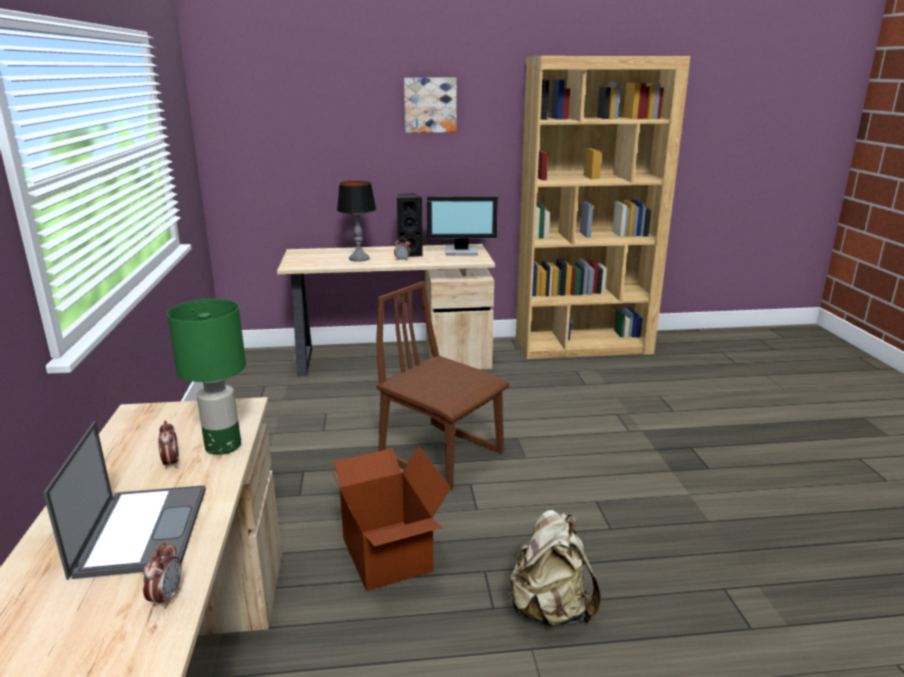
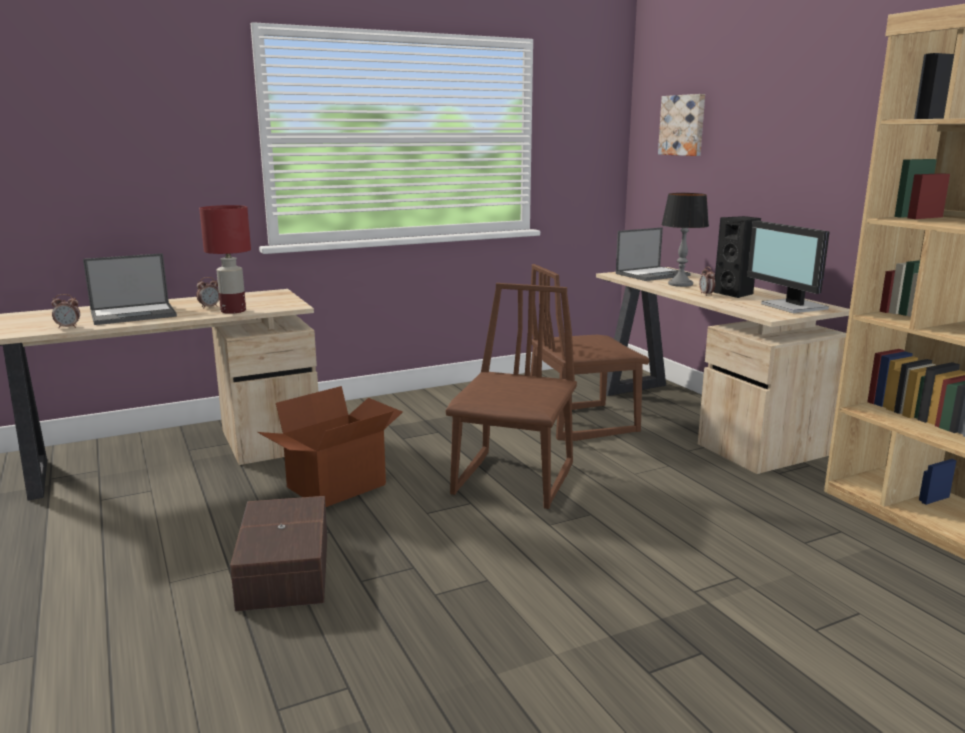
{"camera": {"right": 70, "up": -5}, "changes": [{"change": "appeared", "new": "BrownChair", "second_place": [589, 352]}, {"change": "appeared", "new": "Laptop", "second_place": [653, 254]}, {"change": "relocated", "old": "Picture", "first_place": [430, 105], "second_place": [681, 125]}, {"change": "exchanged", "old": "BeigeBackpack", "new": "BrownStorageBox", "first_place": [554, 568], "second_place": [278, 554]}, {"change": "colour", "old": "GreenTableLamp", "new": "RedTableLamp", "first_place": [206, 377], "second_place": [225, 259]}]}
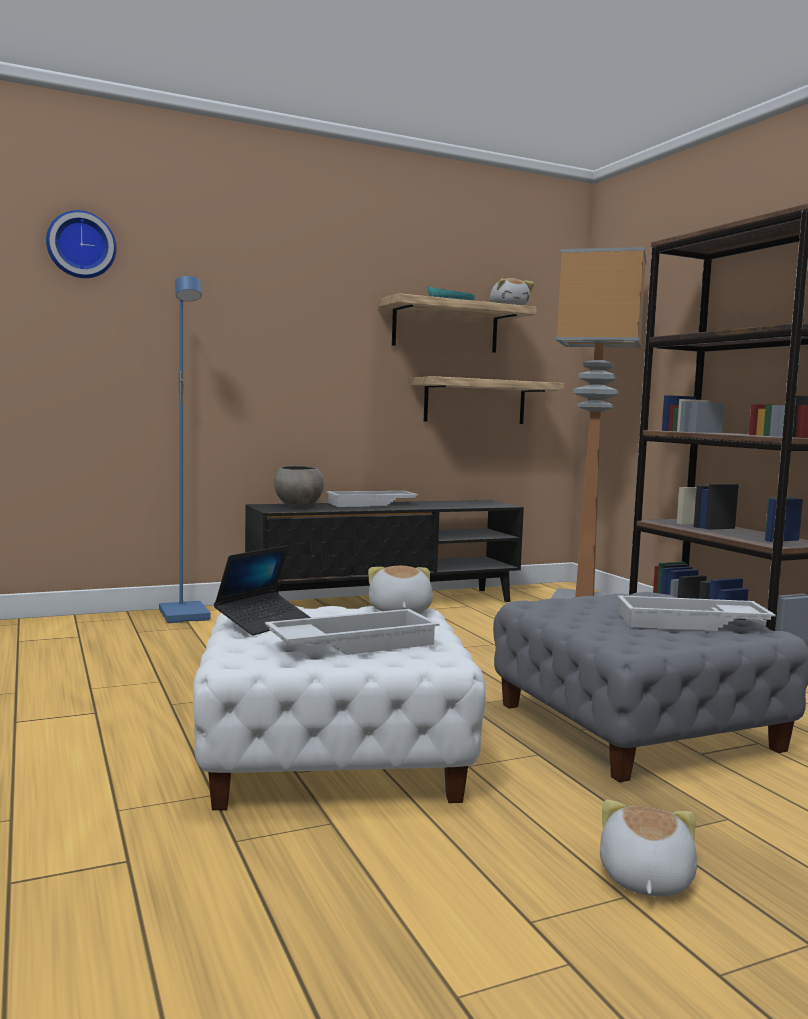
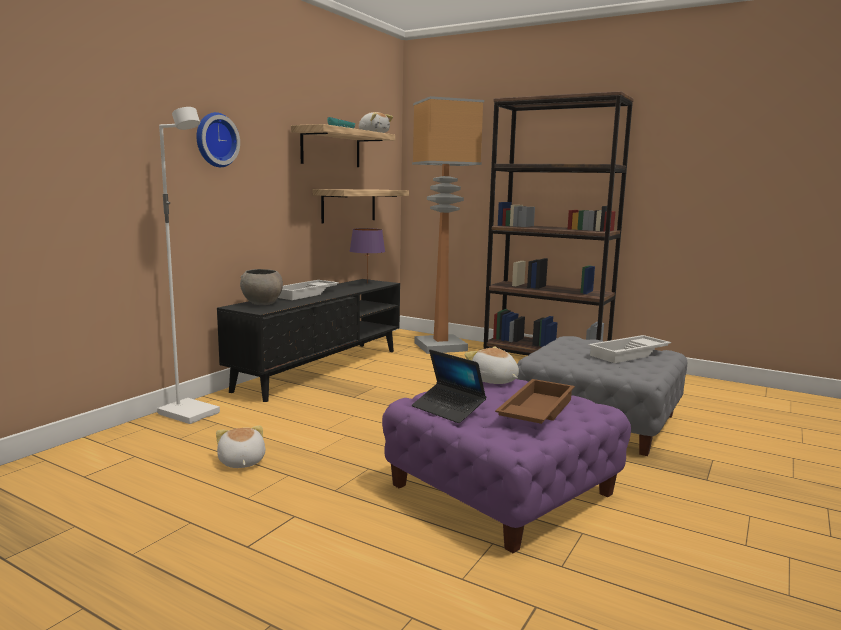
{"camera": {"right": -35, "up": 5}, "changes": [{"change": "appeared", "new": "PurpleTableLamp", "second_place": [367, 256]}, {"change": "relocated", "old": "WallClock", "first_place": [81, 244], "second_place": [218, 139]}, {"change": "relocated", "old": "PlushToy", "first_place": [648, 848], "second_place": [241, 446]}, {"change": "colour", "old": "BlueFloorLamp", "new": "WhiteFloorLamp", "first_place": [184, 449], "second_place": [188, 265]}, {"change": "colour", "old": "WhiteOttoman", "new": "PurpleOttoman", "first_place": [339, 708], "second_place": [506, 466]}, {"change": "colour", "old": "WhiteTray", "new": "BrownTray", "first_place": [352, 632], "second_place": [535, 401]}, {"change": "spun", "old": "Laptop", "first_place": [262, 590], "second_place": [449, 386], "degrees": 135}]}
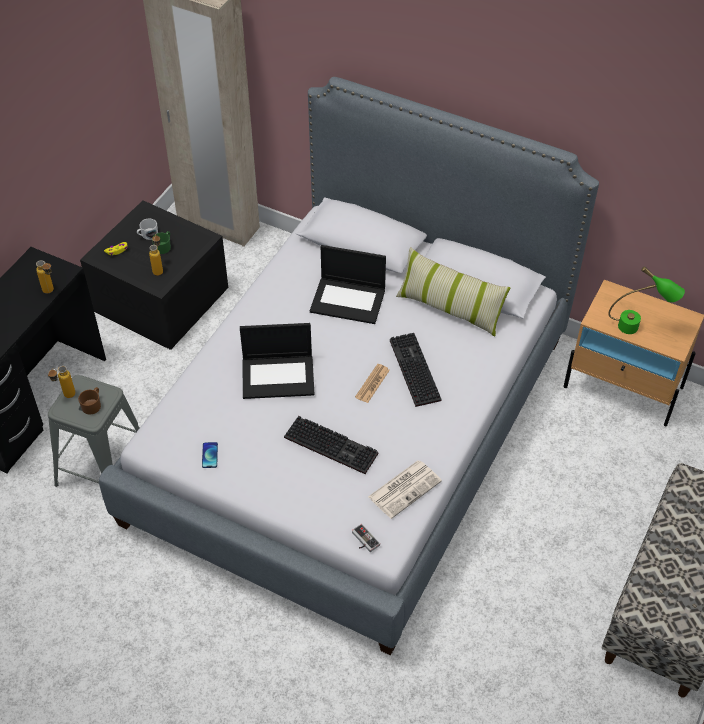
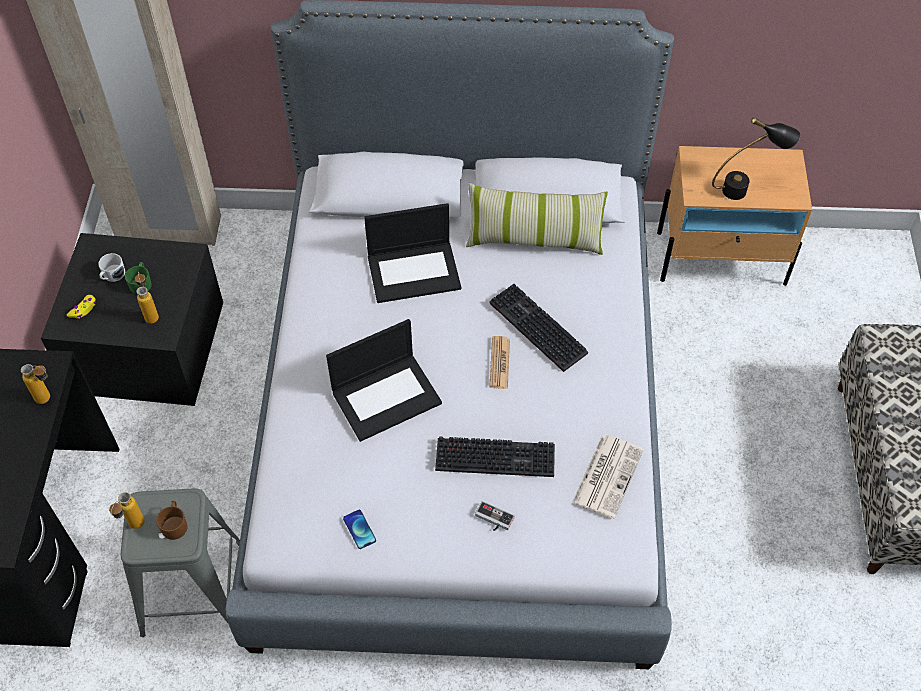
{"camera": {"right": -25, "up": 5}, "changes": [{"change": "relocated", "old": "GameController", "first_place": [366, 538], "second_place": [495, 516]}, {"change": "colour", "old": "GreenTableLamp", "new": "BlackTableLamp", "first_place": [646, 300], "second_place": [756, 158]}]}
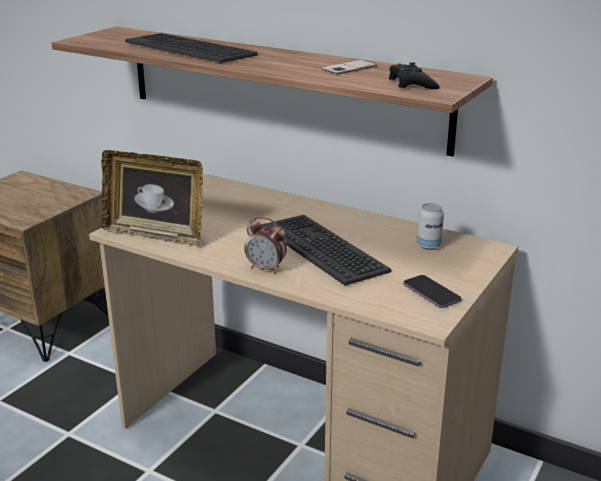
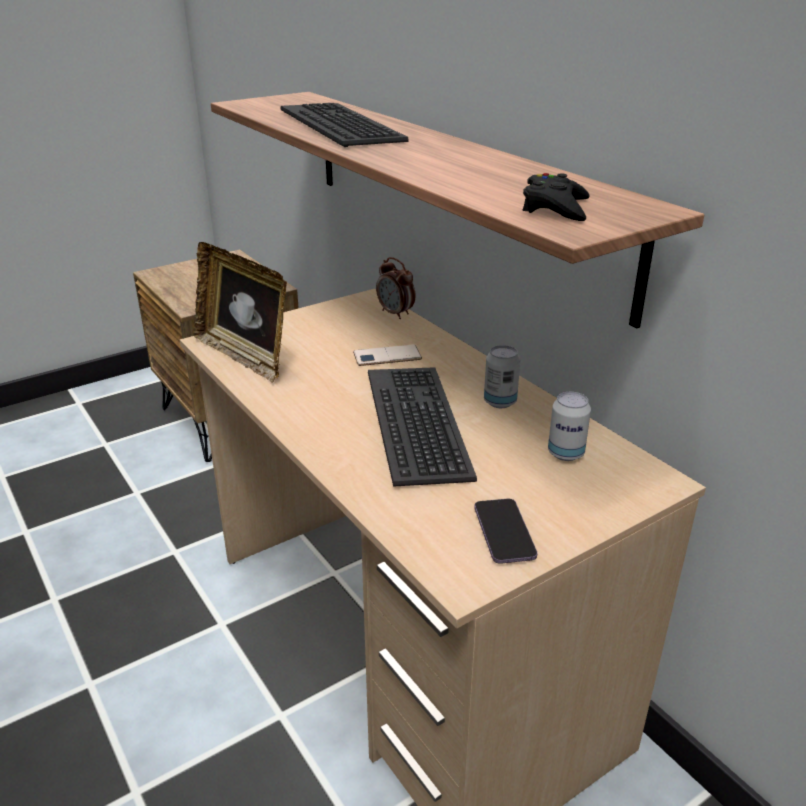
{"camera": {"right": 25, "up": 5}, "changes": [{"change": "appeared", "new": "Can", "second_place": [502, 376]}, {"change": "relocated", "old": "AlarmClock", "first_place": [265, 245], "second_place": [395, 288]}, {"change": "relocated", "old": "Phone", "first_place": [349, 67], "second_place": [387, 355]}]}
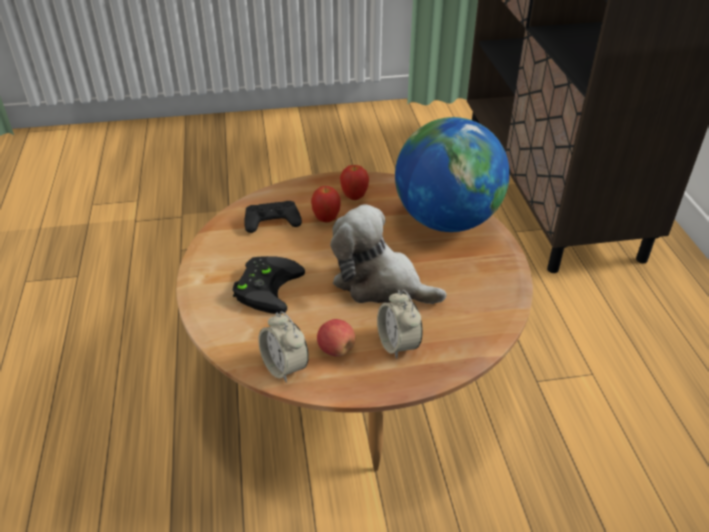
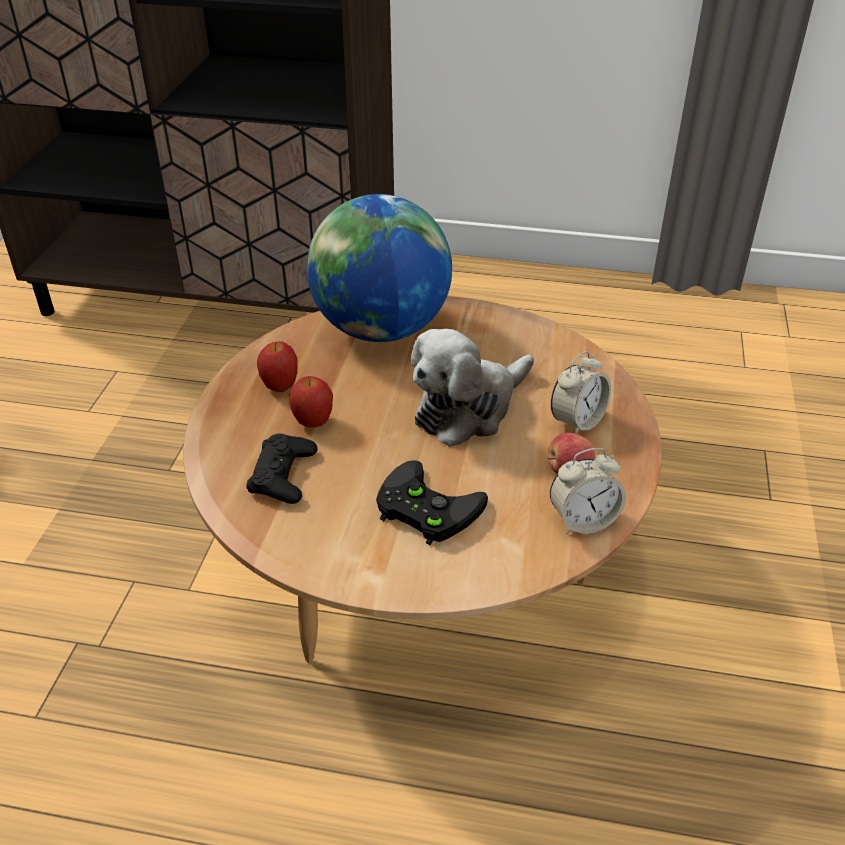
{"camera": {"right": -70, "up": 0}, "changes": [{"change": "spun", "old": "AlarmClock", "first_place": [400, 324], "second_place": [581, 392], "degrees": -45}]}
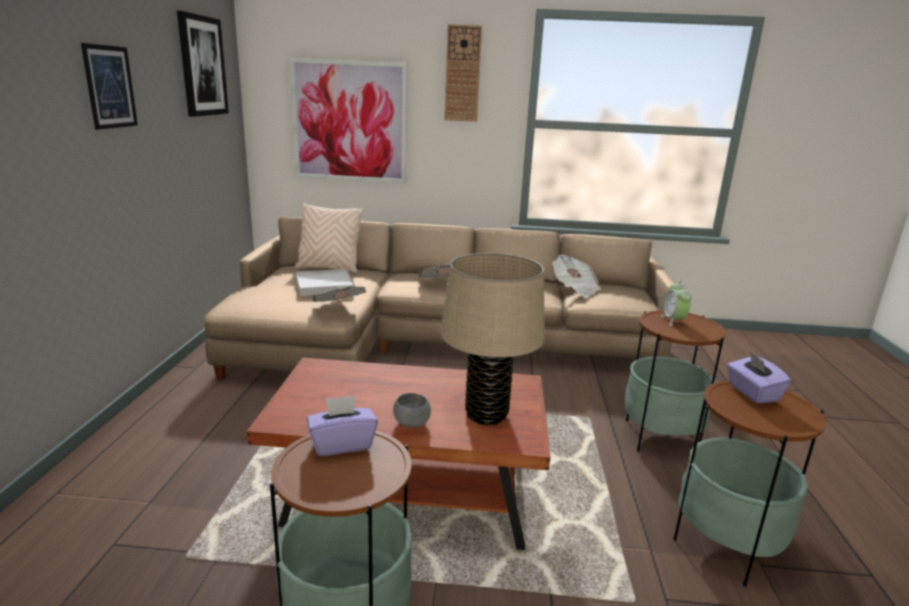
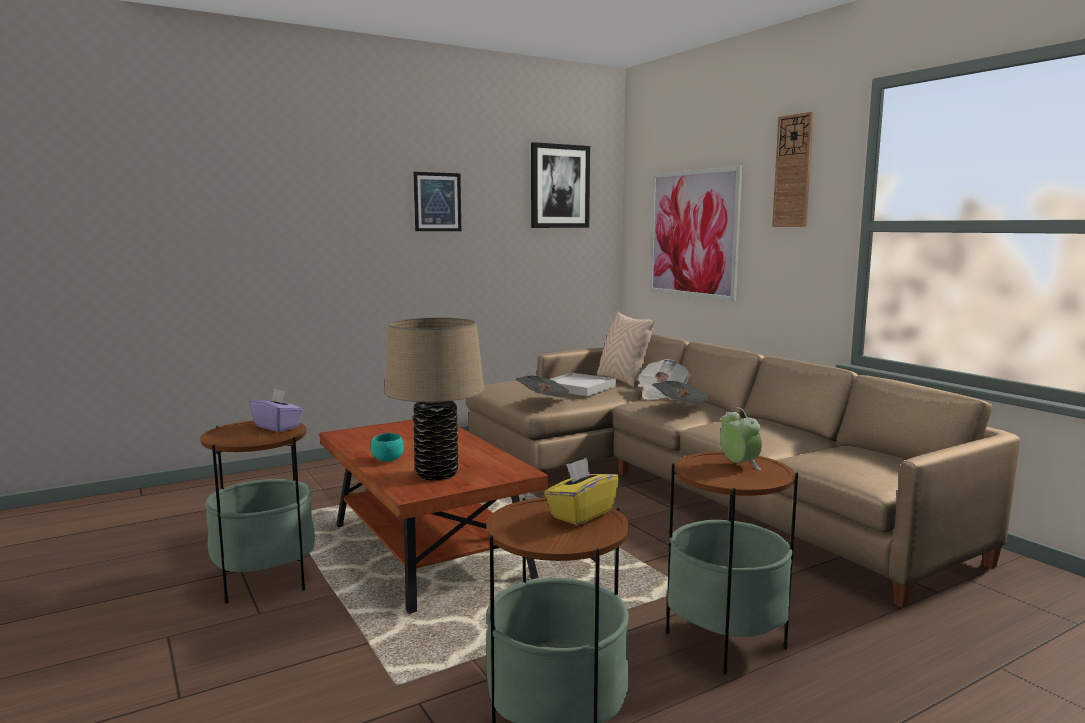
{"camera": {"right": 55, "up": -10}, "changes": [{"change": "relocated", "old": "Newspaper", "first_place": [576, 276], "second_place": [664, 379]}, {"change": "colour", "old": "GreyBowl", "new": "TurquoiseBowl", "first_place": [412, 410], "second_place": [387, 447]}, {"change": "colour", "old": "PurpleTissueBox", "new": "YellowTissueBox", "first_place": [759, 377], "second_place": [581, 491]}, {"change": "spun", "old": "AlarmClock", "first_place": [676, 303], "second_place": [741, 438], "degrees": 105}]}
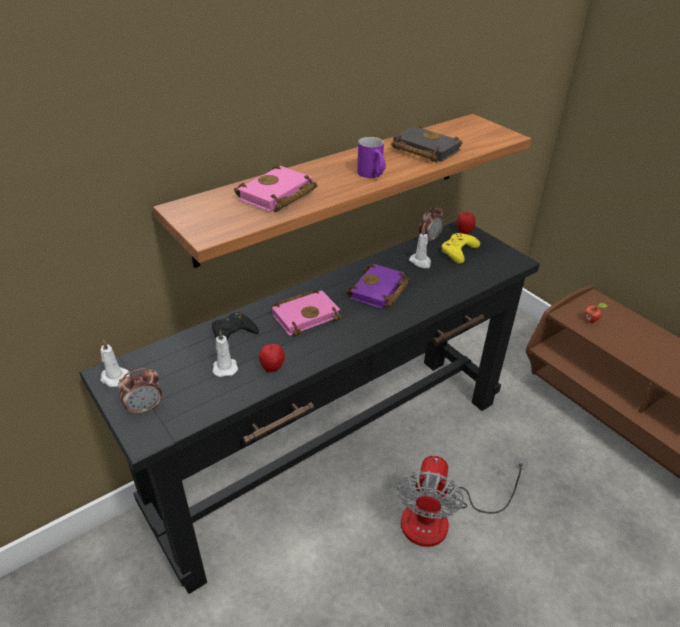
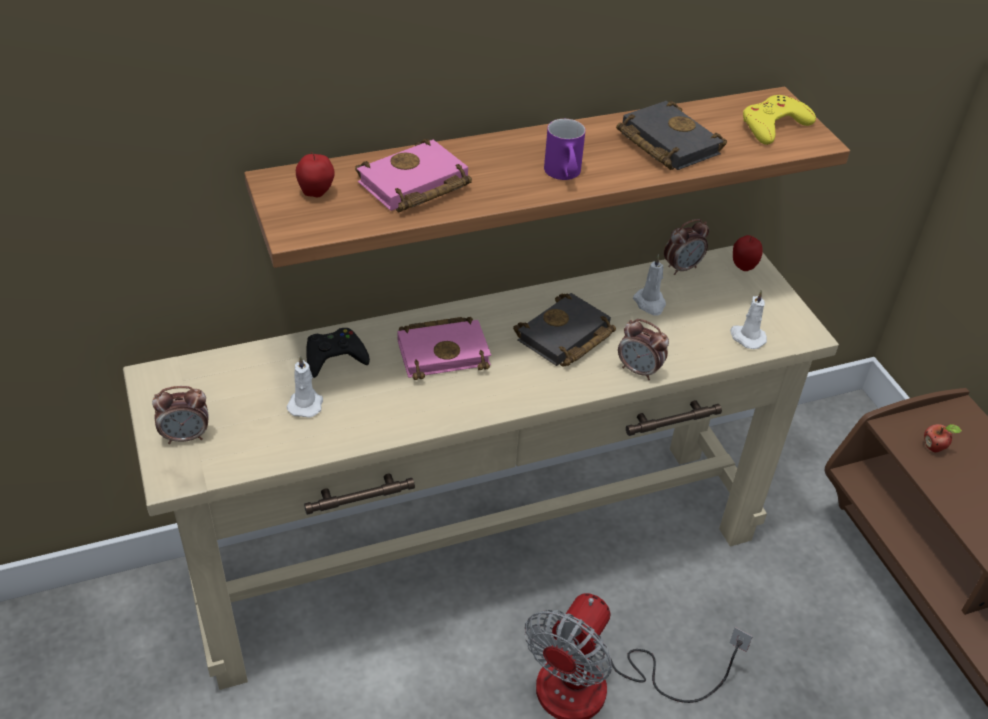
{"camera": {"right": 15, "up": 5}, "changes": [{"change": "appeared", "new": "AlarmClock", "second_place": [643, 349]}, {"change": "relocated", "old": "WhiteCandle", "first_place": [115, 363], "second_place": [748, 319]}, {"change": "relocated", "old": "Apple", "first_place": [272, 358], "second_place": [315, 174]}, {"change": "relocated", "old": "YellowGameController", "first_place": [461, 248], "second_place": [779, 120]}, {"change": "colour", "old": "BlackConsoleTable", "new": "BeigeConsoleTable", "first_place": [309, 407], "second_place": [481, 467]}, {"change": "colour", "old": "PurpleBook", "new": "BlackBook", "first_place": [378, 286], "second_place": [564, 330]}]}
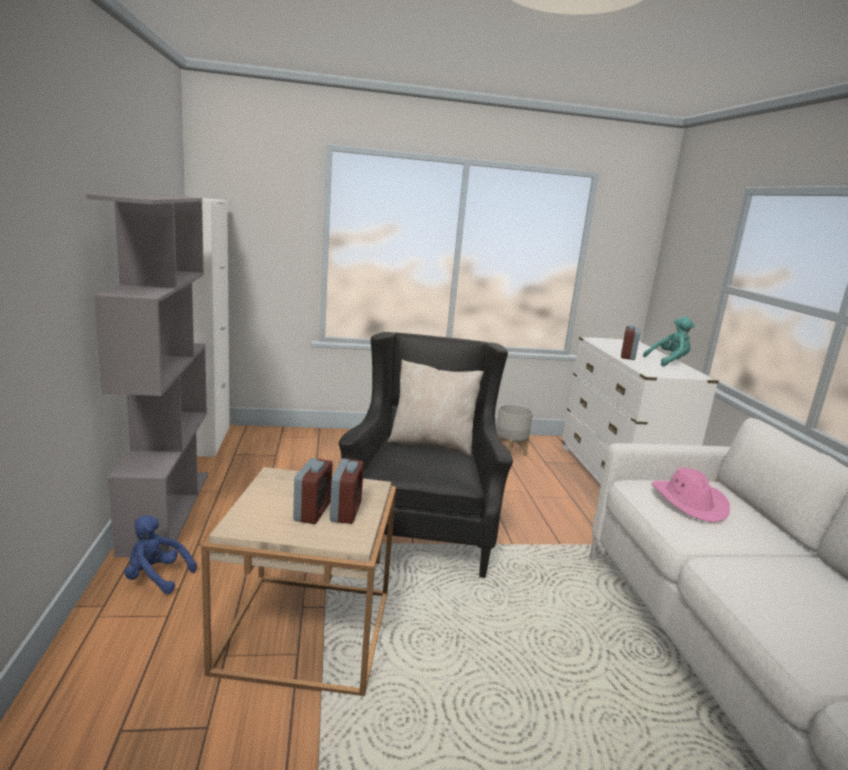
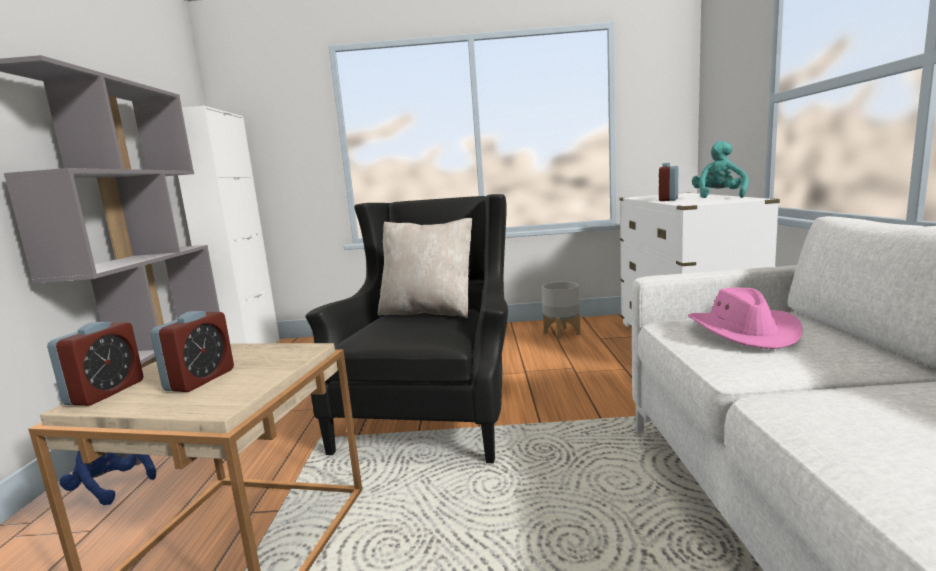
{"camera": {"right": 10, "up": -5}, "changes": [{"change": "relocated", "old": "AlarmClock", "first_place": [347, 491], "second_place": [95, 364]}, {"change": "spun", "old": "TurquoisePlushToy", "first_place": [669, 342], "second_place": [720, 169], "degrees": -60}]}
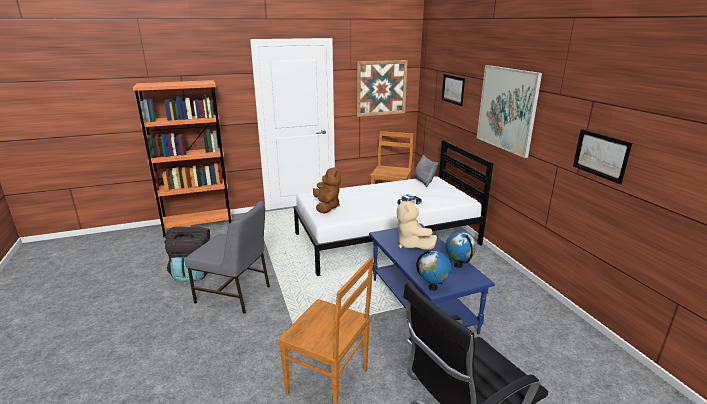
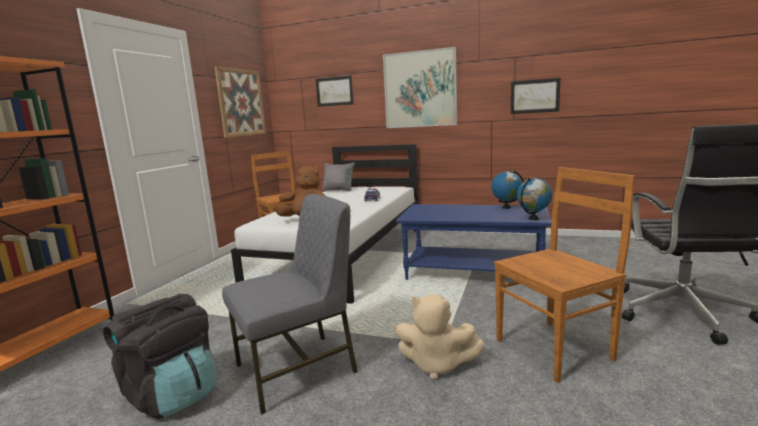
{"camera": {"right": -50, "up": -10}, "changes": [{"change": "relocated", "old": "BeigePlushToy", "first_place": [417, 224], "second_place": [439, 337]}]}
